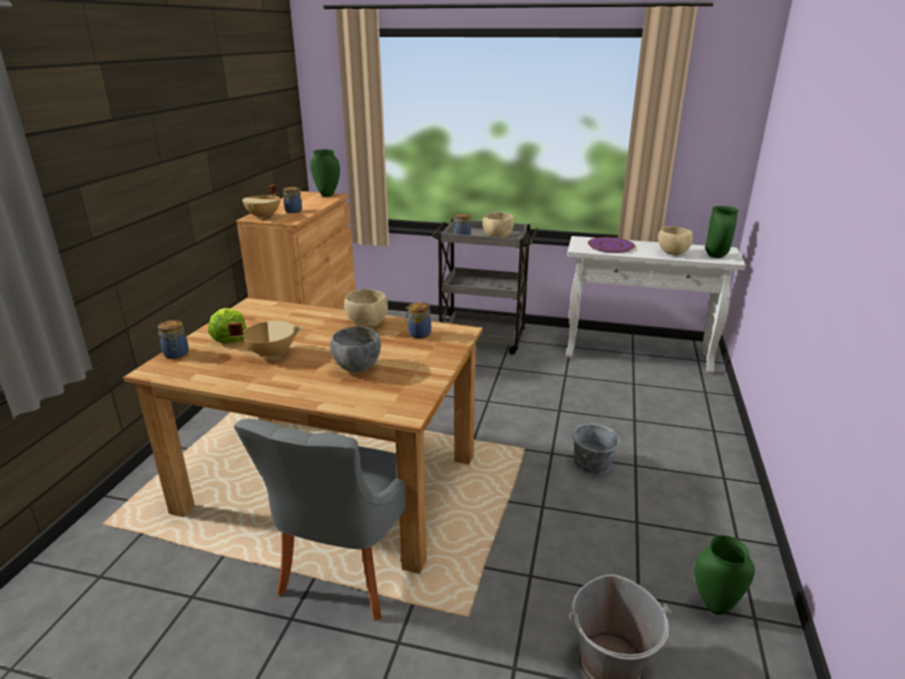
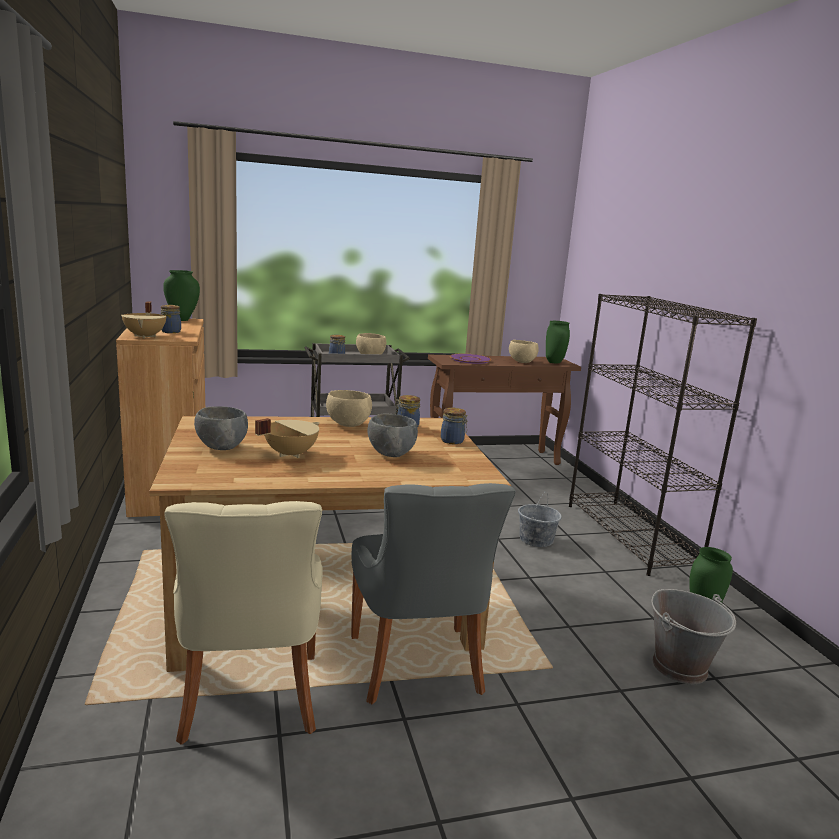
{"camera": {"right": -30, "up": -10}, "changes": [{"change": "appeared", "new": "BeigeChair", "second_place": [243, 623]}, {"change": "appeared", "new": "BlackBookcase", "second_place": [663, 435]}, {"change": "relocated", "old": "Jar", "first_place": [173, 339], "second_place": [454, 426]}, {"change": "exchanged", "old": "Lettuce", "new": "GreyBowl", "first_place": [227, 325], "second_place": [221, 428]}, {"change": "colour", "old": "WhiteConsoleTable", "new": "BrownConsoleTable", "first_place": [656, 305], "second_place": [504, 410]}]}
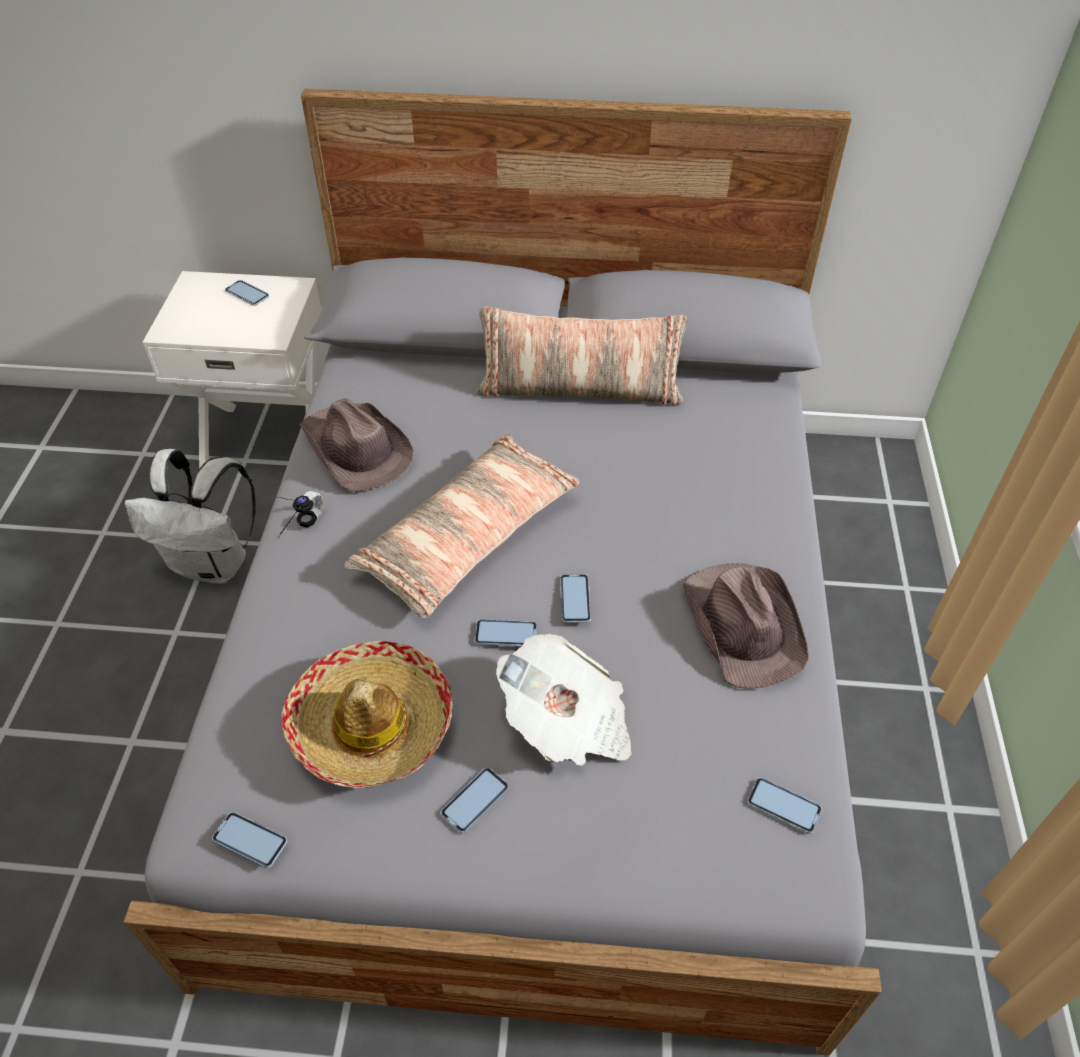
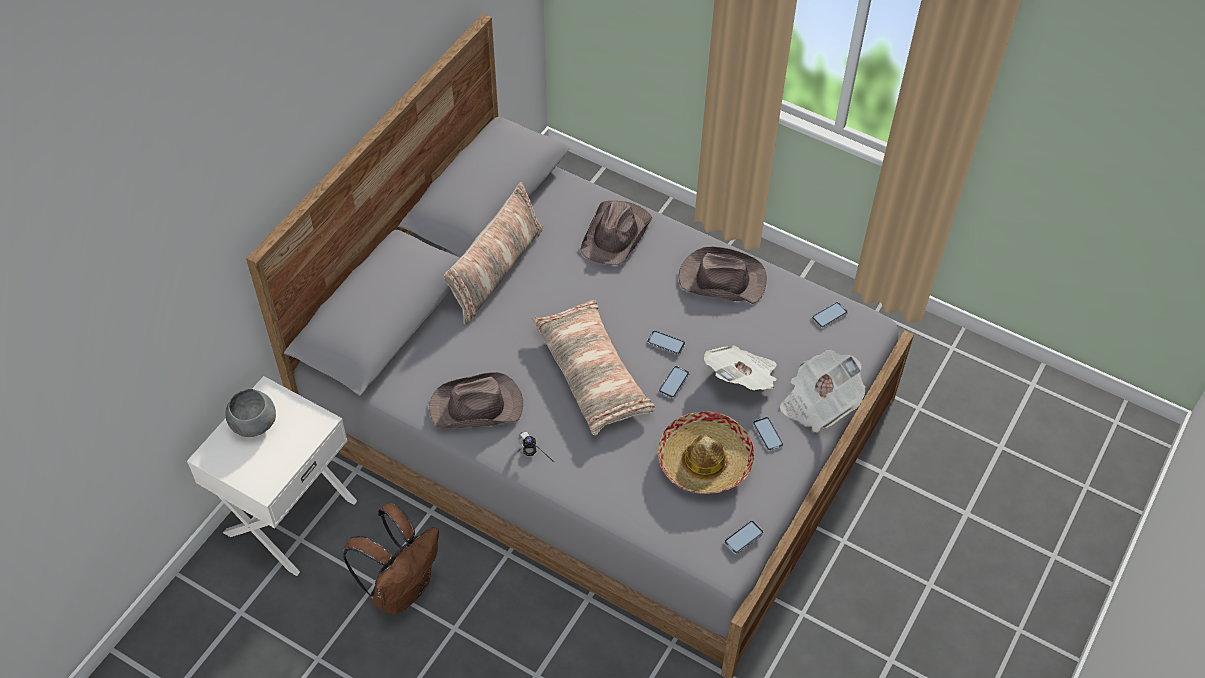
{"camera": {"right": -65, "up": 5}, "changes": [{"change": "appeared", "new": "BrownHat", "second_place": [616, 233]}, {"change": "appeared", "new": "Newspaper", "second_place": [822, 391]}, {"change": "exchanged", "old": "Phone", "new": "GreyBowl", "first_place": [247, 293], "second_place": [250, 413]}, {"change": "colour", "old": "WhiteBackpack", "new": "BrownBackpack", "first_place": [190, 516], "second_place": [391, 559]}]}
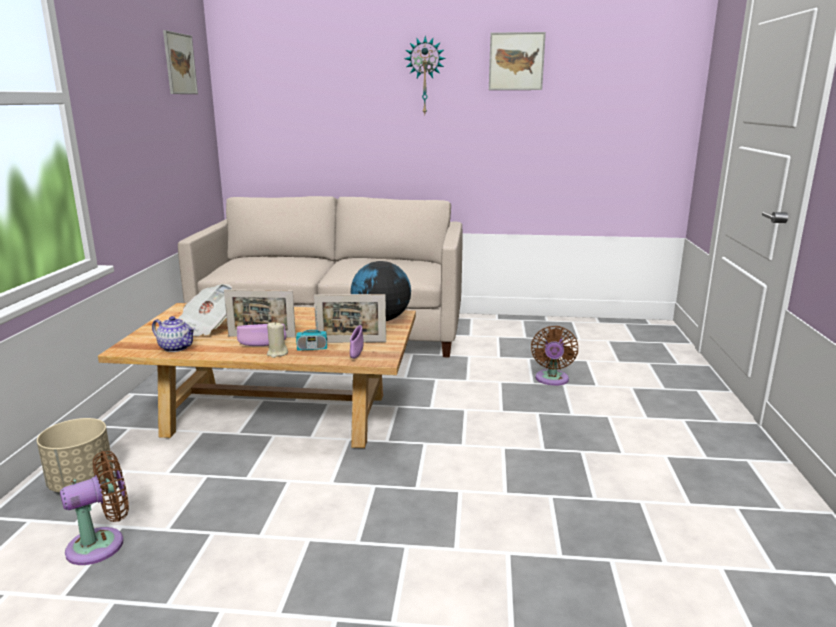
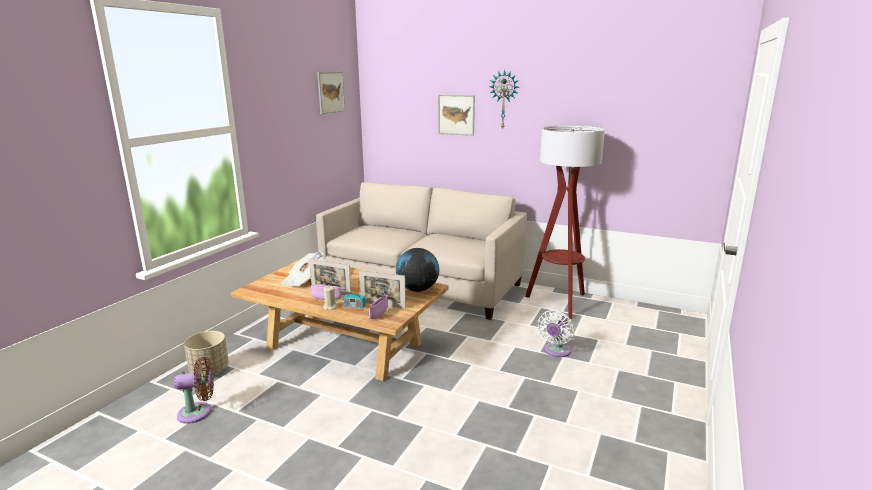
{"camera": {"right": 20, "up": 0}, "changes": [{"change": "missing", "old": "Teapot", "first_place": [174, 334]}, {"change": "appeared", "new": "FloorLamp", "second_place": [565, 222]}, {"change": "relocated", "old": "Picture", "first_place": [517, 61], "second_place": [456, 115]}, {"change": "colour", "old": "BrownFan", "new": "WhiteFan", "first_place": [554, 356], "second_place": [556, 333]}]}
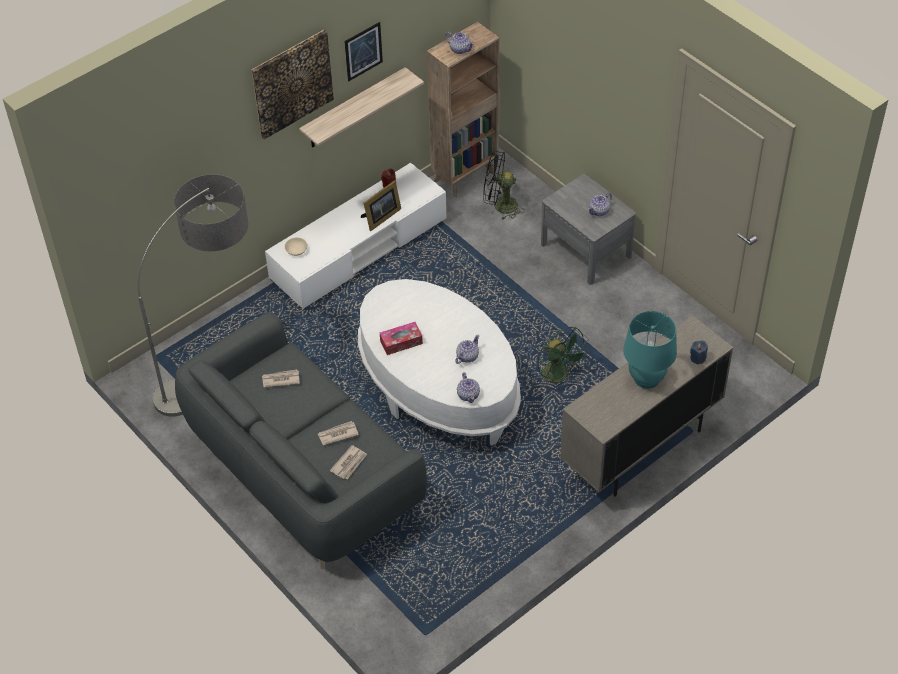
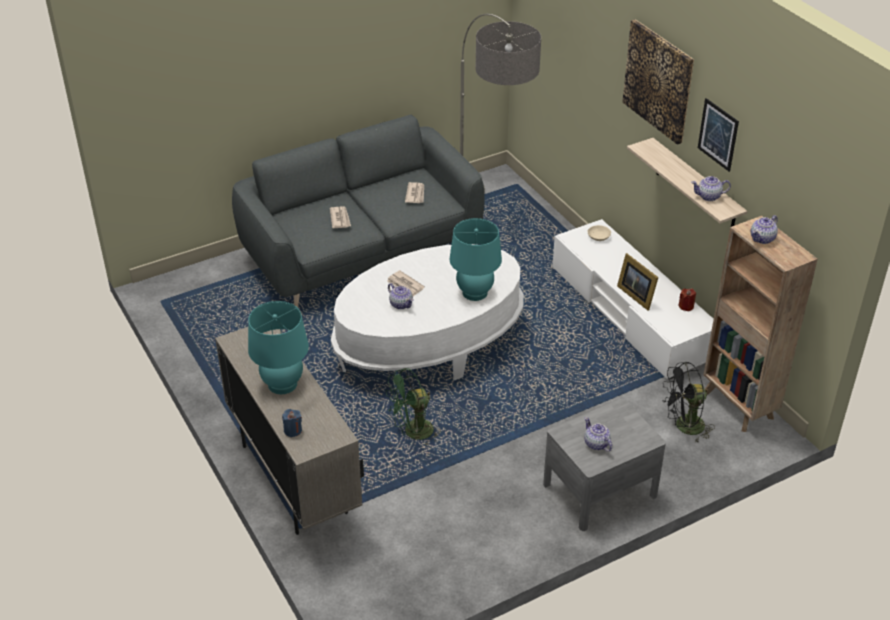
{"camera": {"right": 100, "up": -10}, "changes": [{"change": "missing", "old": "TissueBox", "first_place": [401, 338]}, {"change": "appeared", "new": "TurquoiseTableLamp", "second_place": [476, 259]}, {"change": "relocated", "old": "Newspaper", "first_place": [348, 462], "second_place": [406, 283]}, {"change": "relocated", "old": "Teapot", "first_place": [468, 387], "second_place": [711, 188]}, {"change": "spun", "old": "BlackFan", "first_place": [504, 185], "second_place": [689, 402], "degrees": -120}]}
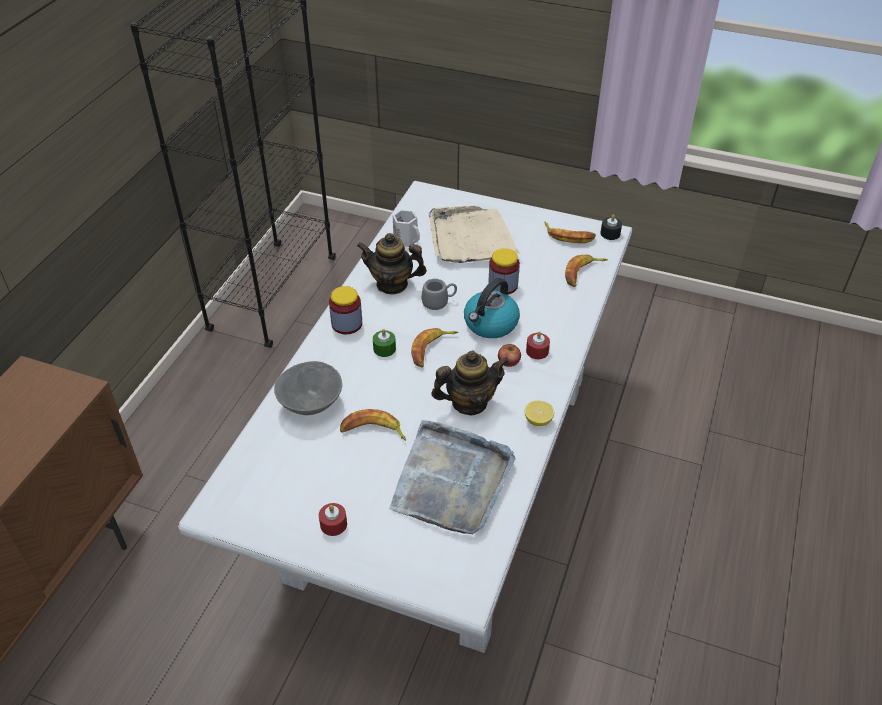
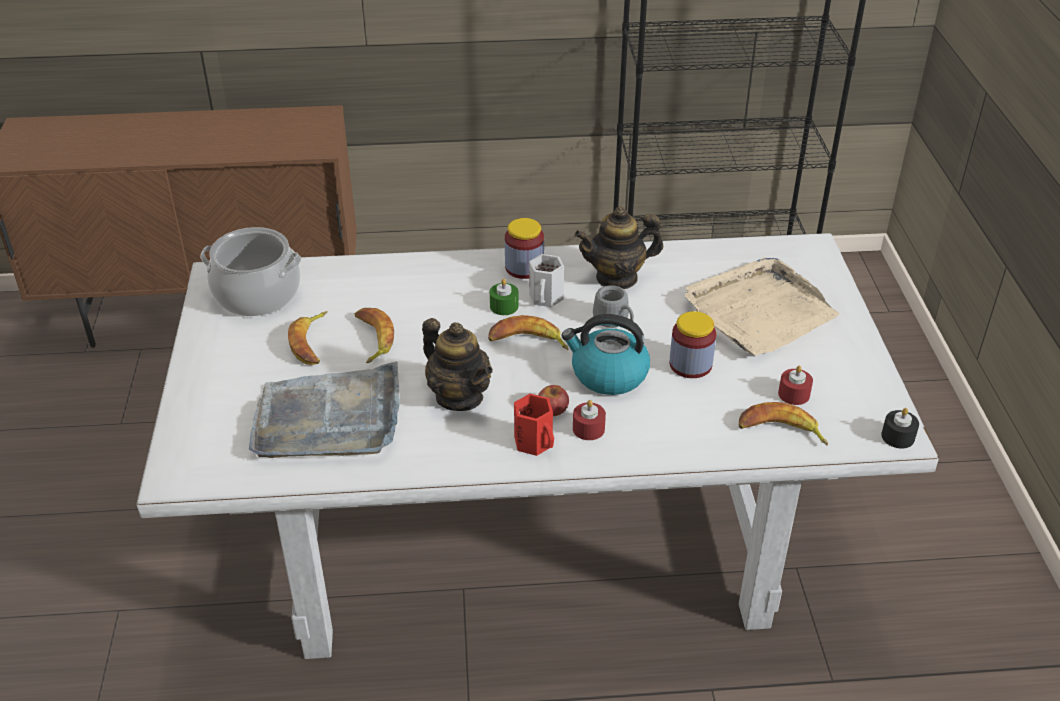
{"camera": {"right": 65, "up": -5}, "changes": [{"change": "missing", "old": "GreyBowl", "first_place": [308, 388]}, {"change": "missing", "old": "Lemon", "first_place": [539, 413]}, {"change": "appeared", "new": "CookingPot", "second_place": [251, 271]}, {"change": "appeared", "new": "RedMug", "second_place": [534, 425]}, {"change": "relocated", "old": "RedCandle", "first_place": [333, 519], "second_place": [795, 385]}, {"change": "relocated", "old": "WhiteMug", "first_place": [406, 228], "second_place": [546, 280]}, {"change": "relocated", "old": "Banana", "first_place": [570, 232], "second_place": [308, 338]}, {"change": "spun", "old": "Teapot", "first_place": [392, 263], "second_place": [619, 248], "degrees": -90}]}
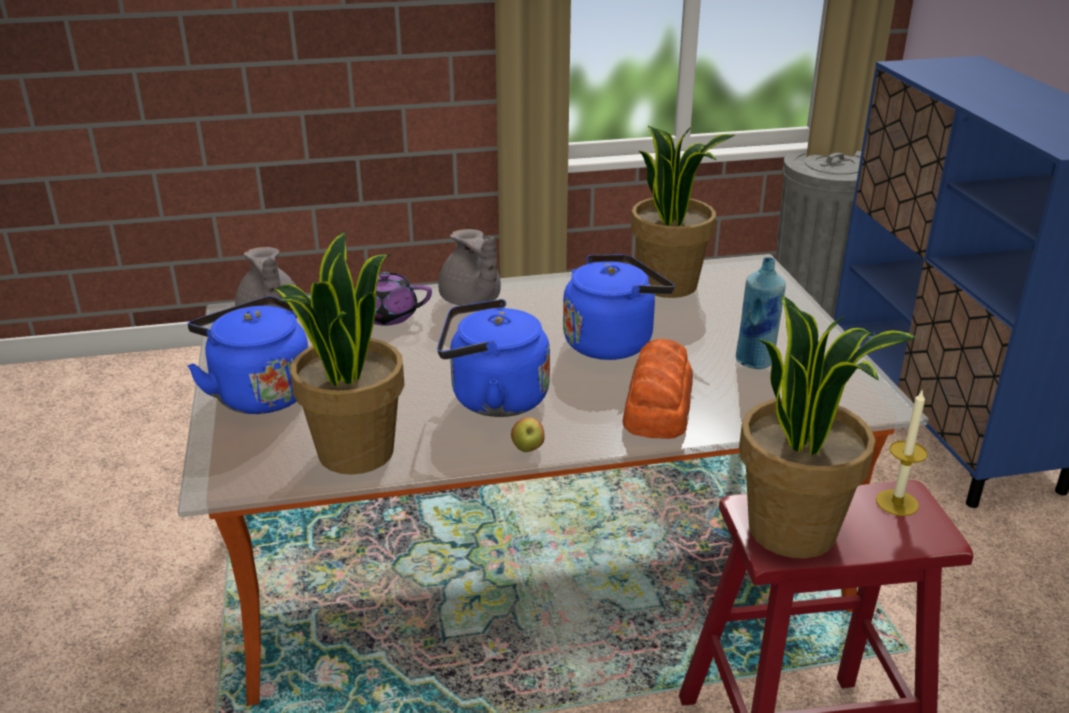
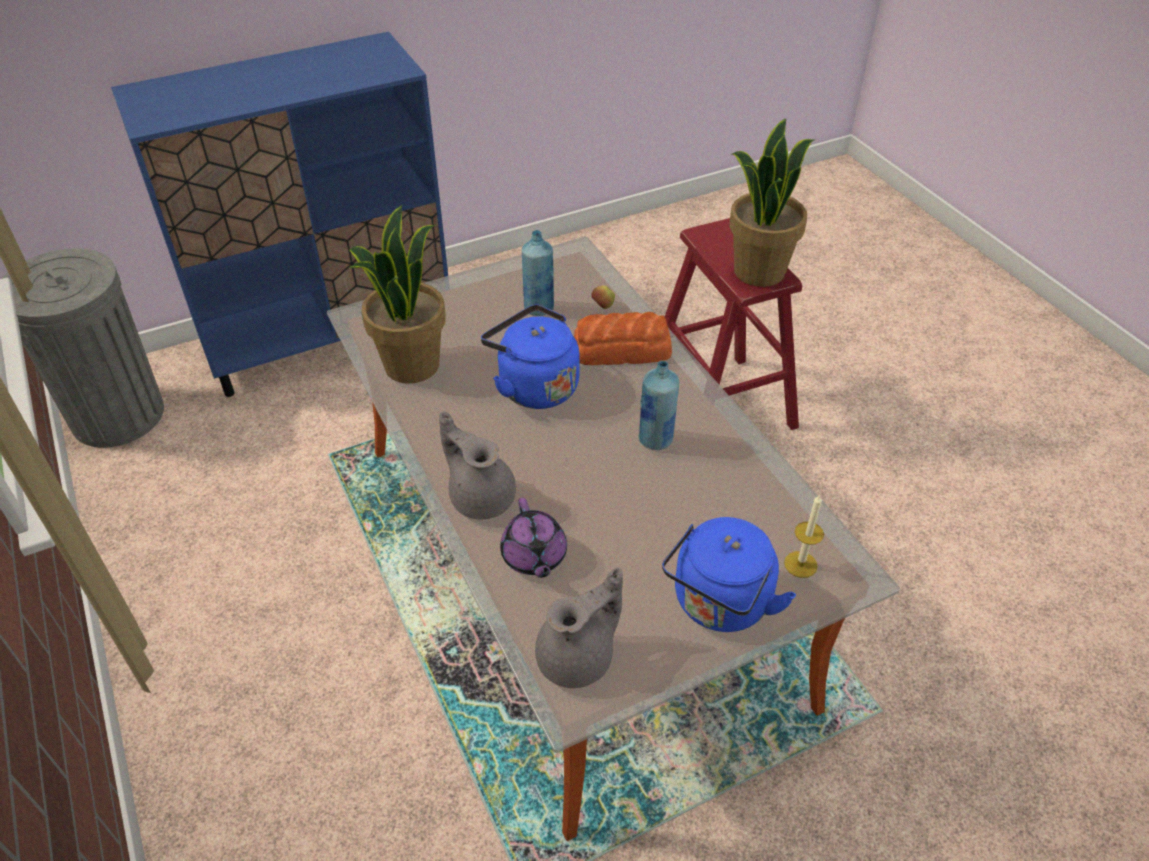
{"camera": {"right": -105, "up": 15}, "changes": [{"change": "missing", "old": "PottedPlant", "first_place": [339, 353]}, {"change": "relocated", "old": "Apple", "first_place": [528, 434], "second_place": [603, 297]}, {"change": "relocated", "old": "Candle", "first_place": [902, 452], "second_place": [804, 536]}, {"change": "exchanged", "old": "BlueKettle", "new": "BlueBottle", "first_place": [493, 358], "second_place": [658, 405]}, {"change": "spun", "old": "GreyTeapot", "first_place": [469, 267], "second_place": [477, 465], "degrees": -90}]}
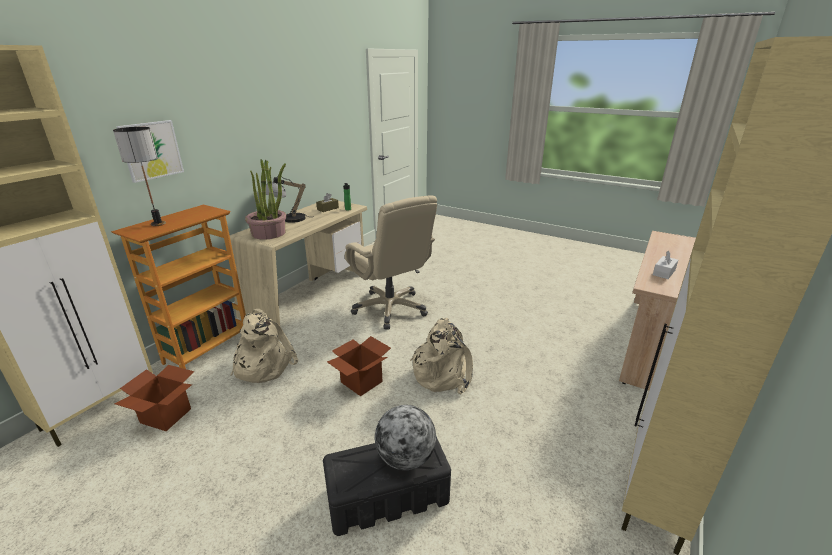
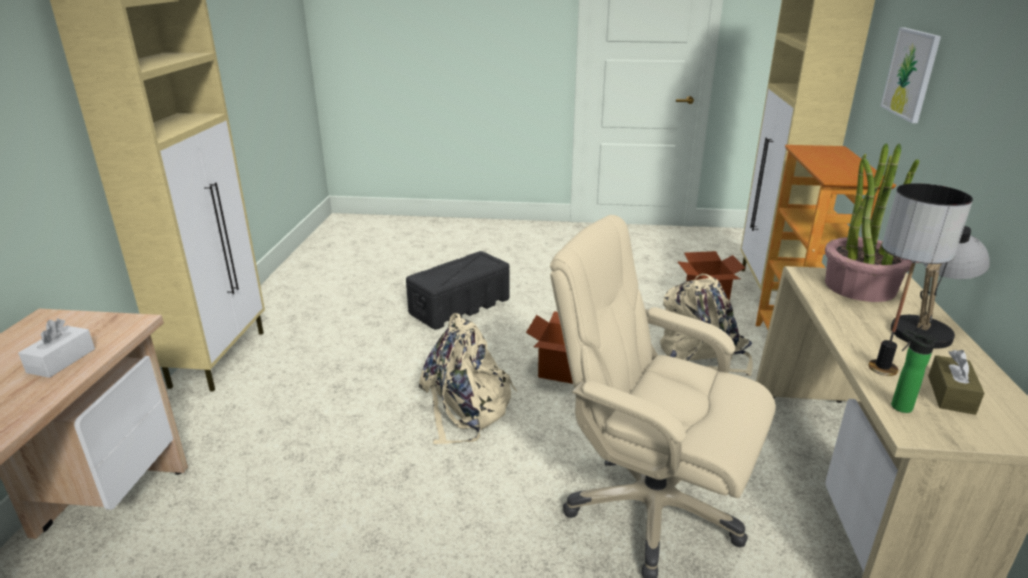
{"camera": {"right": 155, "up": 0}, "changes": [{"change": "missing", "old": "Globe", "first_place": [405, 437]}, {"change": "relocated", "old": "TableLamp", "first_place": [139, 176], "second_place": [920, 279]}]}
